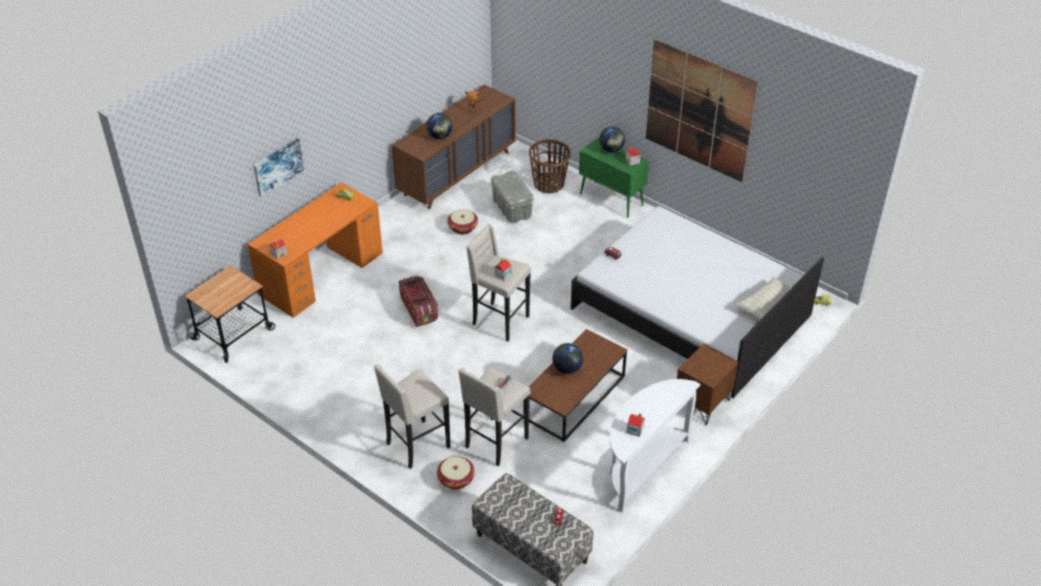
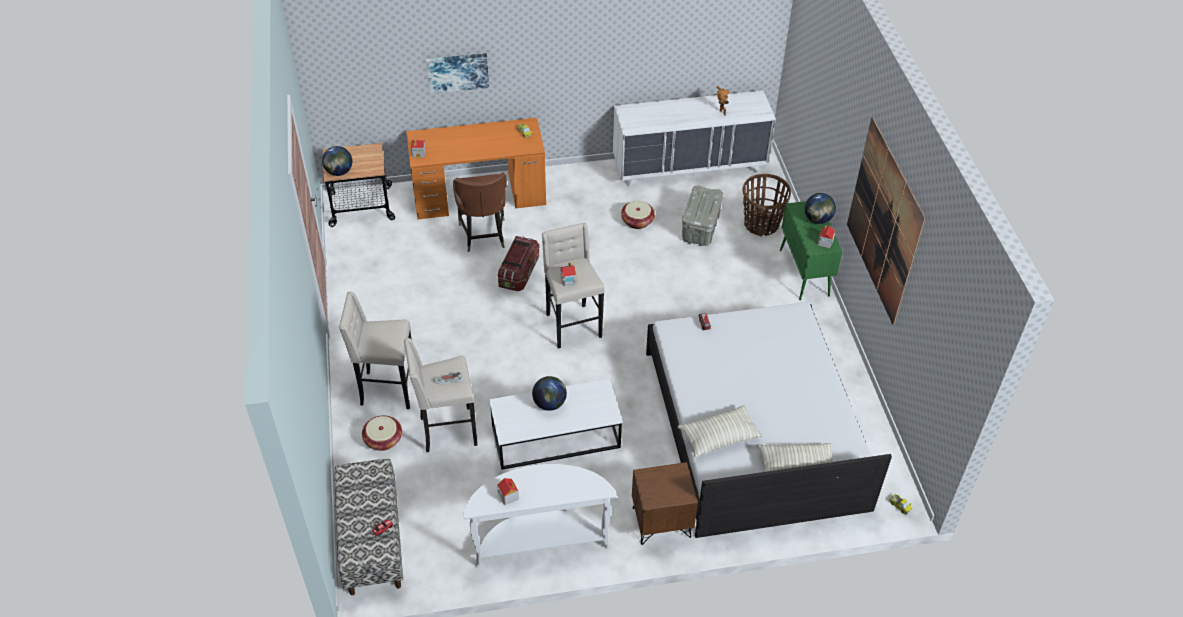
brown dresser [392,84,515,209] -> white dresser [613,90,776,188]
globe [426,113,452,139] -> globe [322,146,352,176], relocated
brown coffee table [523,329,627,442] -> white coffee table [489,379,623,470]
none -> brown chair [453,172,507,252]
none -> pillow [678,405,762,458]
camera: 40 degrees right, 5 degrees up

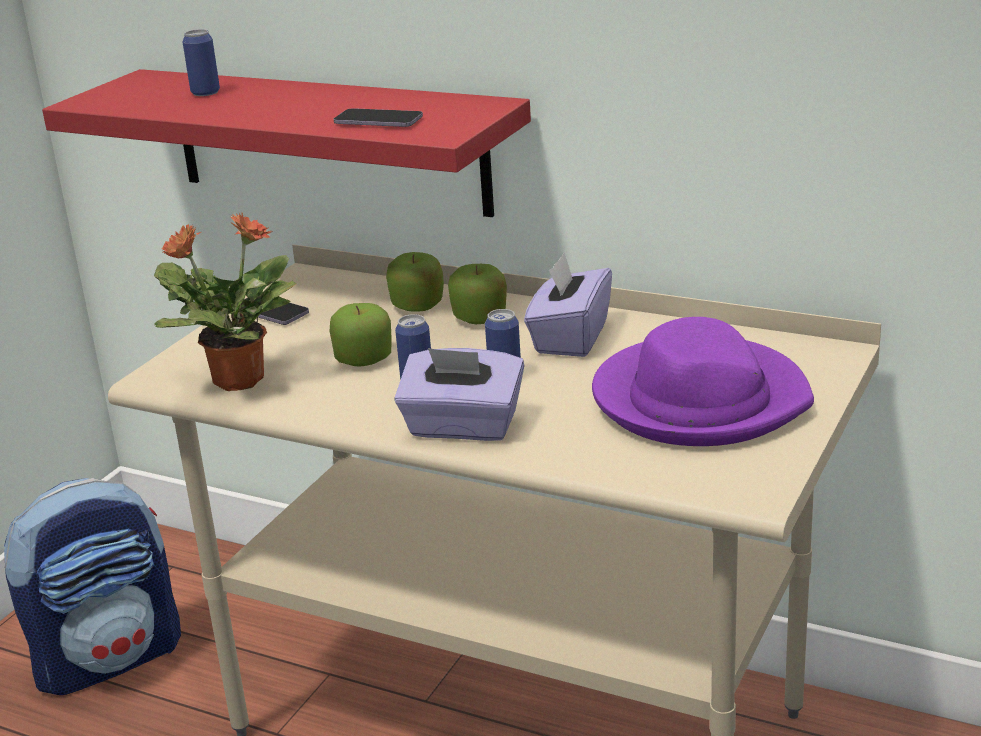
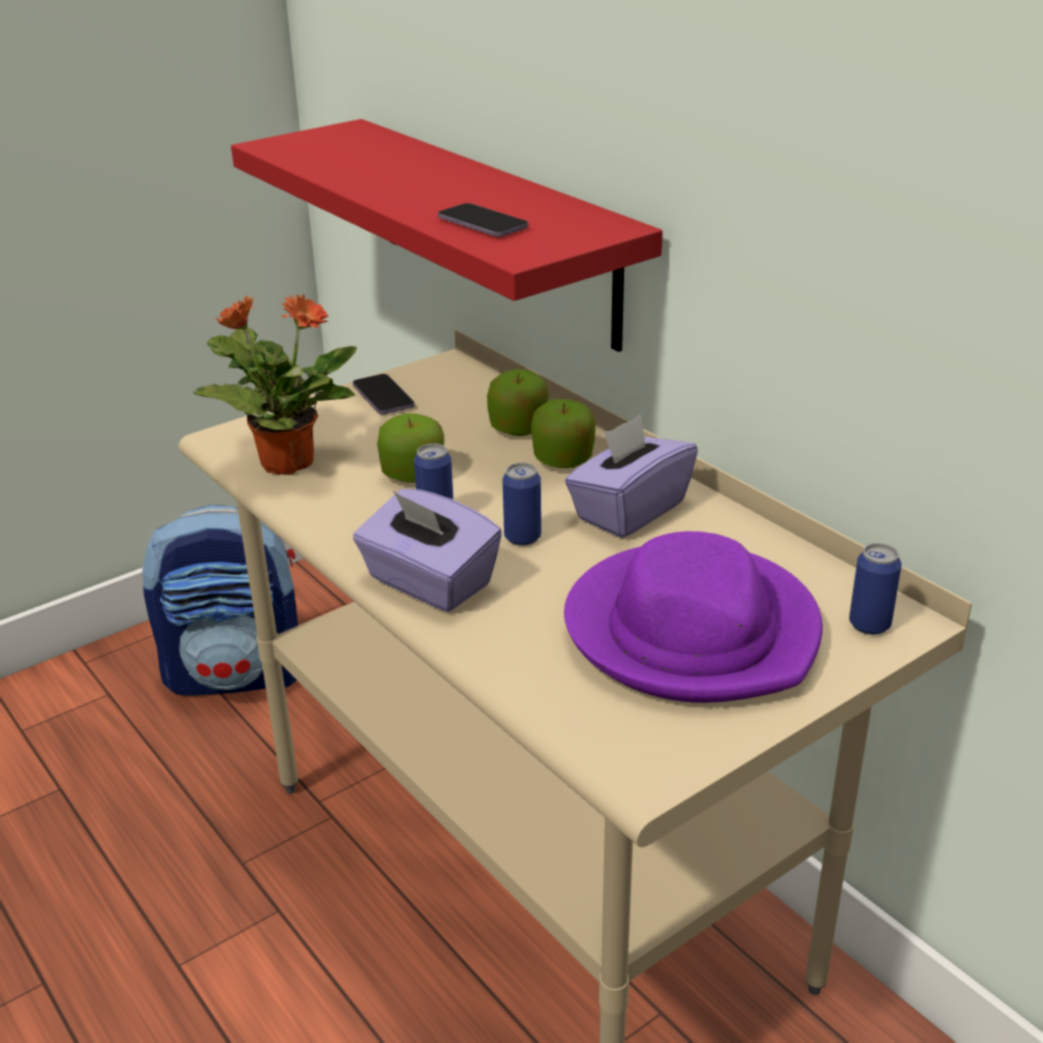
can [182,29,220,96] -> can [849,543,902,635], relocated
camera: 25 degrees right, 5 degrees up

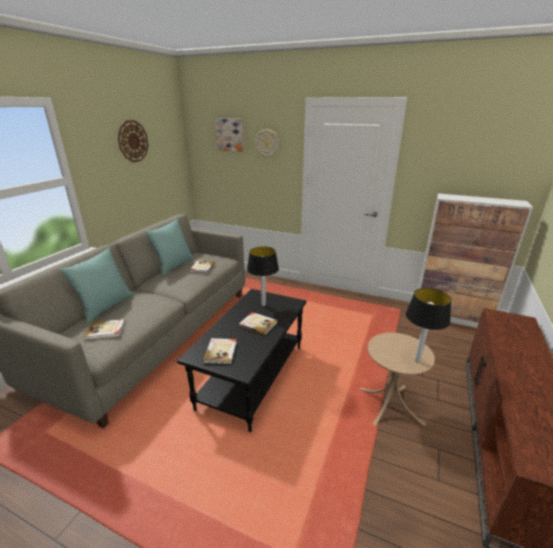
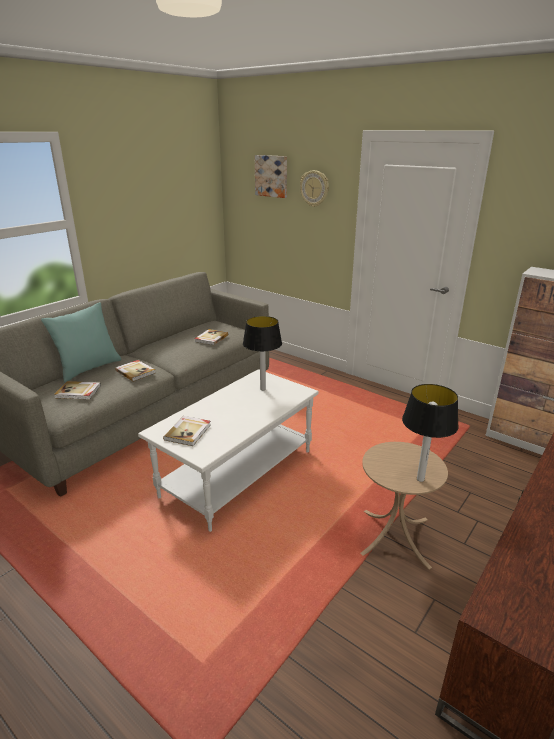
wall clock [118,120,149,162] -> none
turquoise pillow [145,219,194,276] -> none
black coffee table [177,289,306,432] -> white coffee table [138,369,319,532]
book [239,312,277,335] -> book [115,360,155,382], relocated
camera: 15 degrees right, 0 degrees up

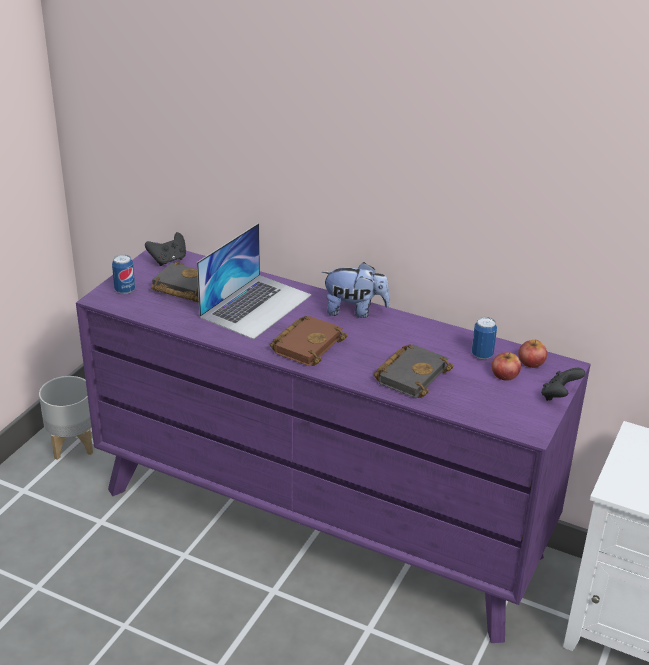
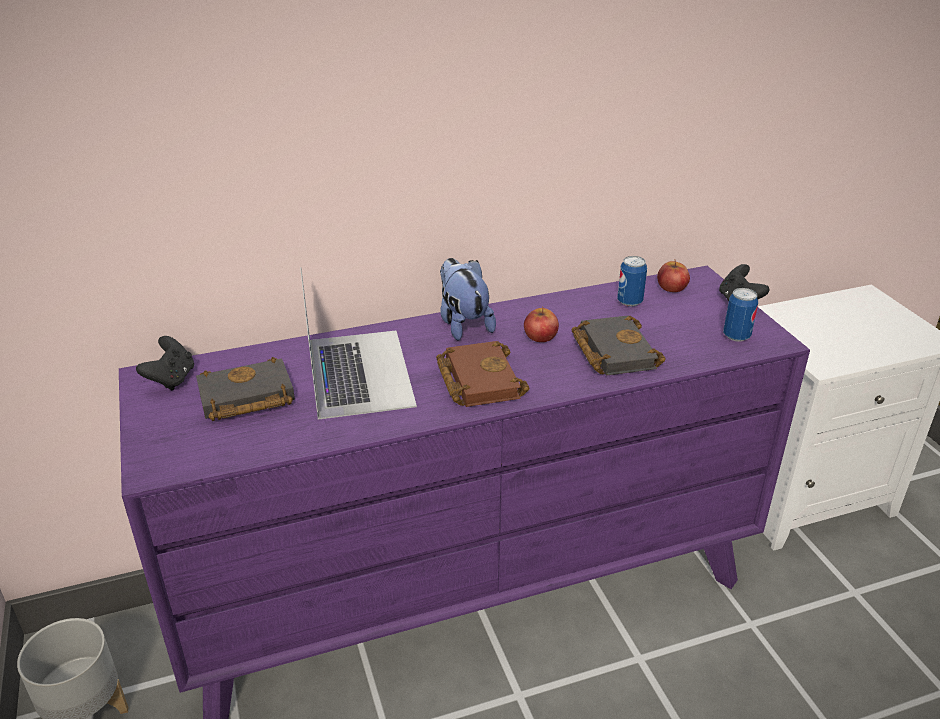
can [112,254,135,294] -> can [723,288,758,342], relocated
plush toy [322,262,390,318] -> plush toy [440,258,496,341], 75 degrees counterclockwise
apple [492,352,521,381] -> apple [524,306,559,342], relocated
camera: 45 degrees left, 0 degrees up

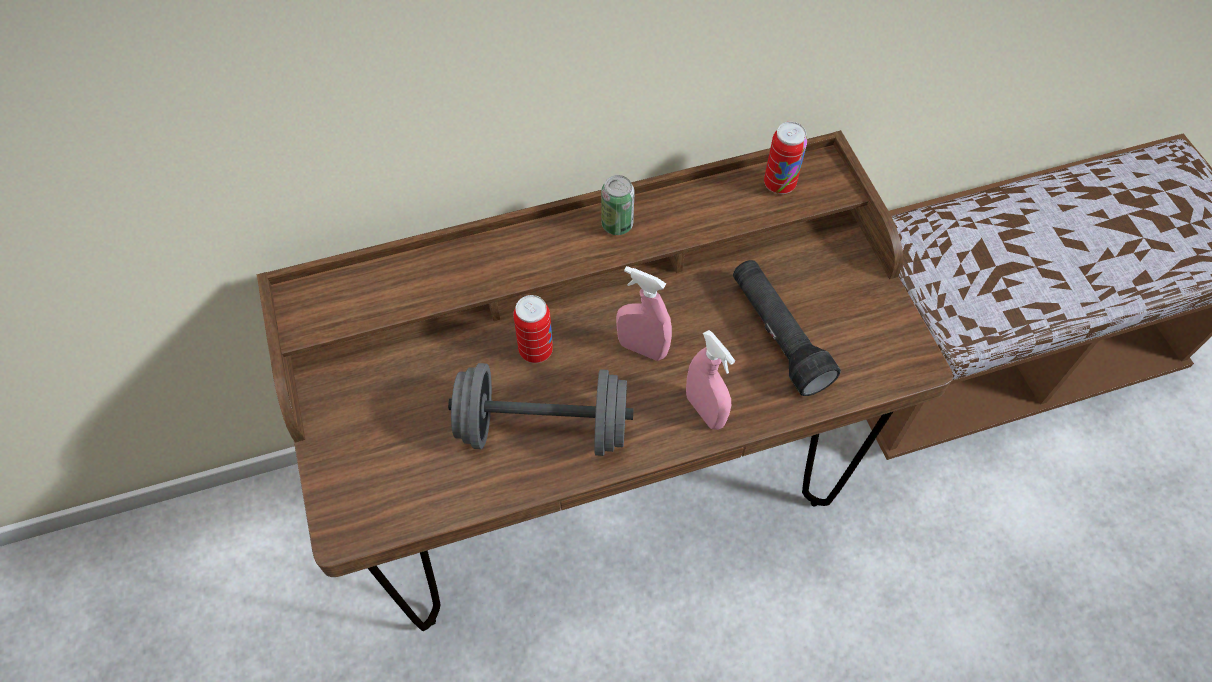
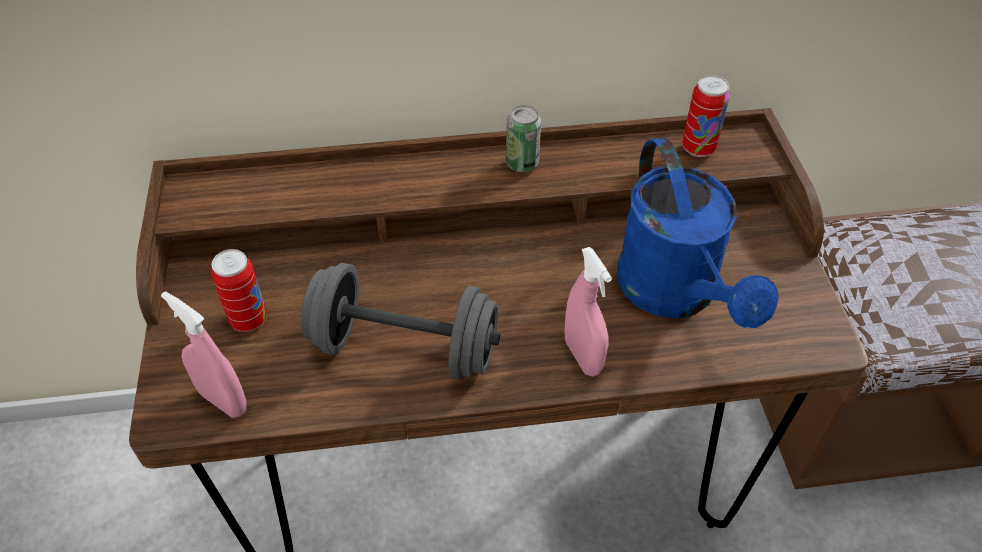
can [513,295,553,363] -> can [211,249,267,332], relocated
pink spray bottle [616,266,672,361] -> pink spray bottle [161,292,247,418], relocated
black flashlight [733,260,841,396] -> blue watering can [617,137,779,328]
camera: 10 degrees right, 10 degrees down

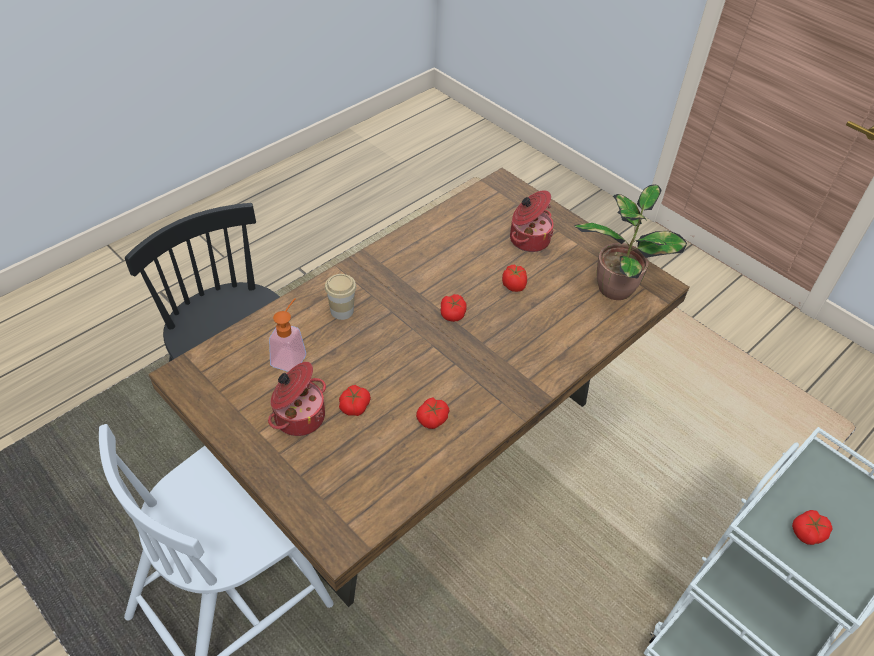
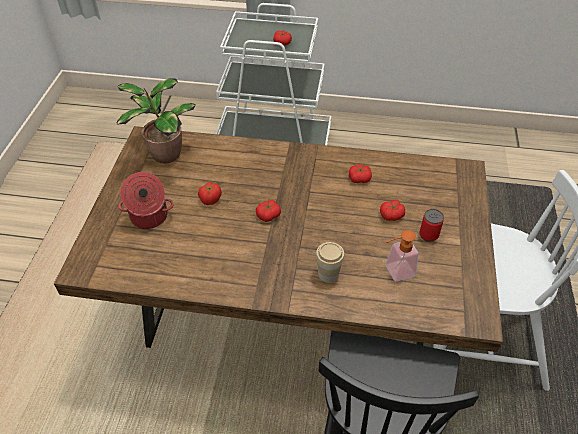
cooking pot [268,362,326,436] -> can [419,209,444,242]
camera: 125 degrees left, 0 degrees up

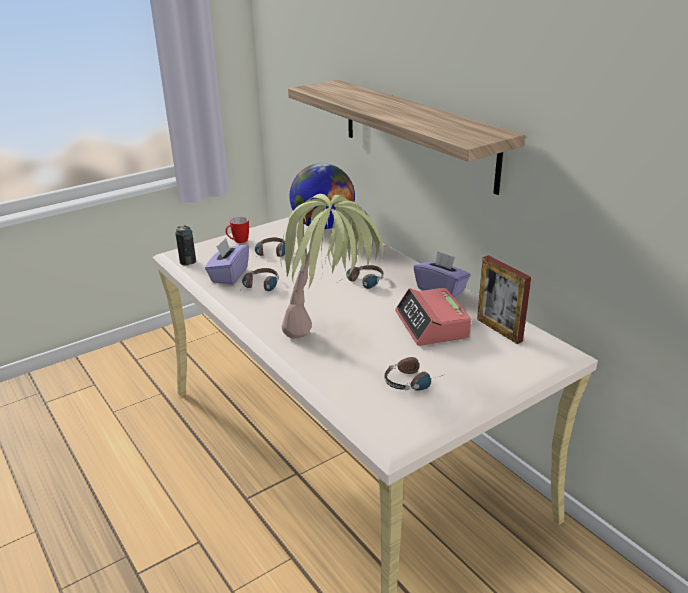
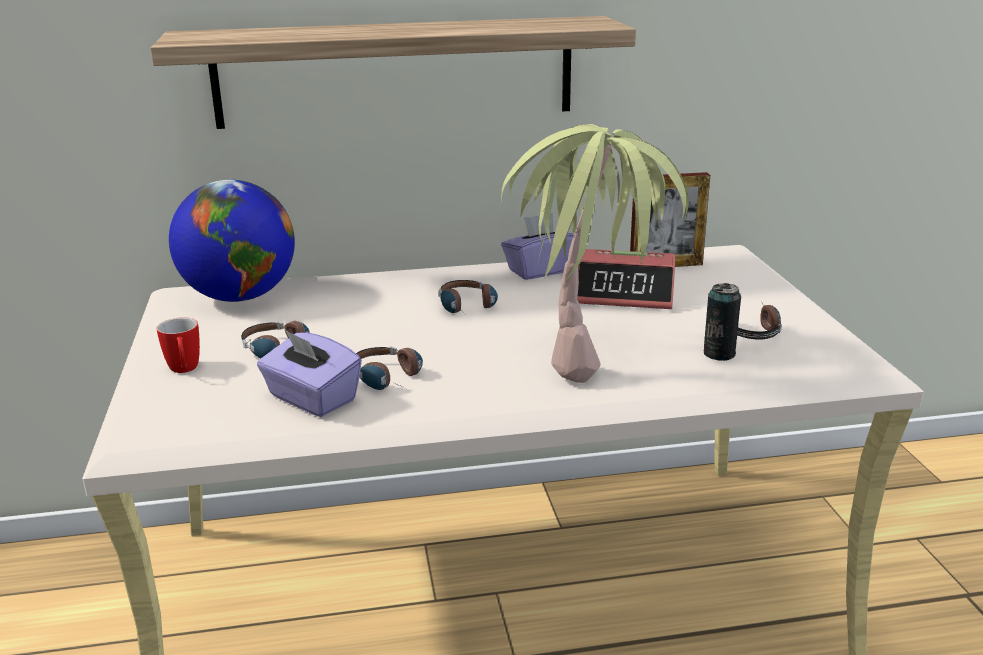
can [175,226,196,265] -> can [704,283,741,361], relocated
camera: 65 degrees left, 5 degrees down

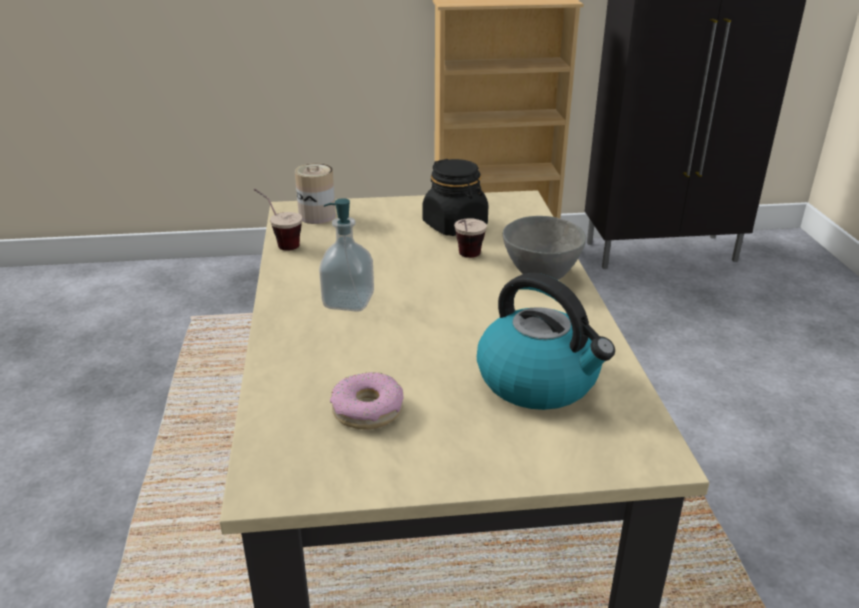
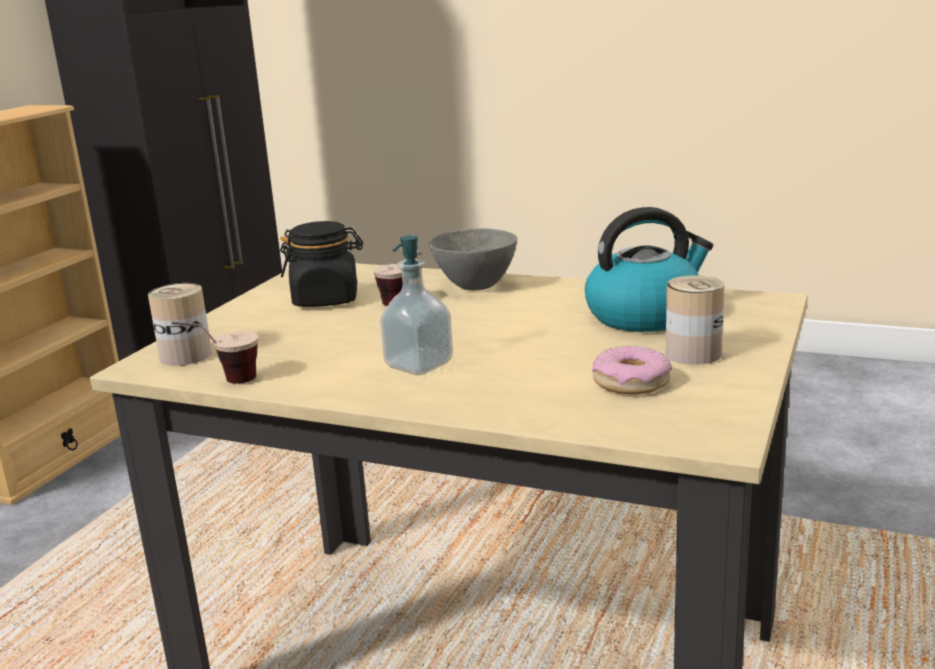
none -> can [666,275,725,365]
camera: 60 degrees left, 10 degrees down

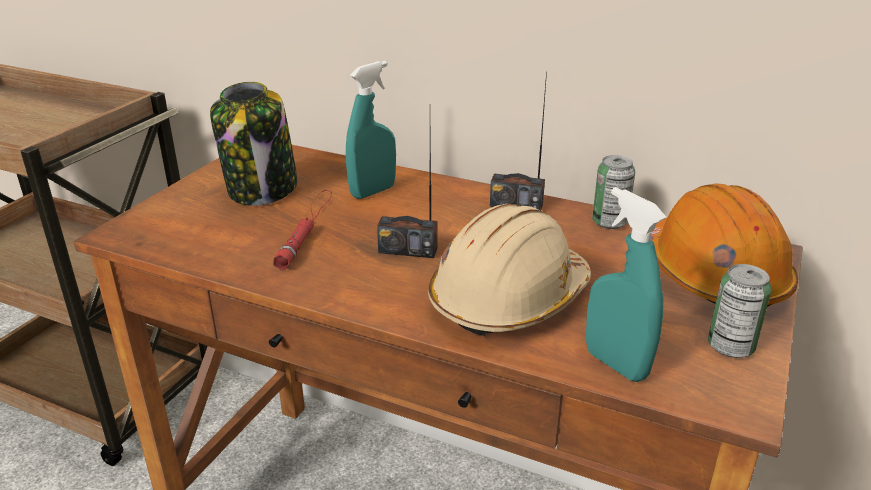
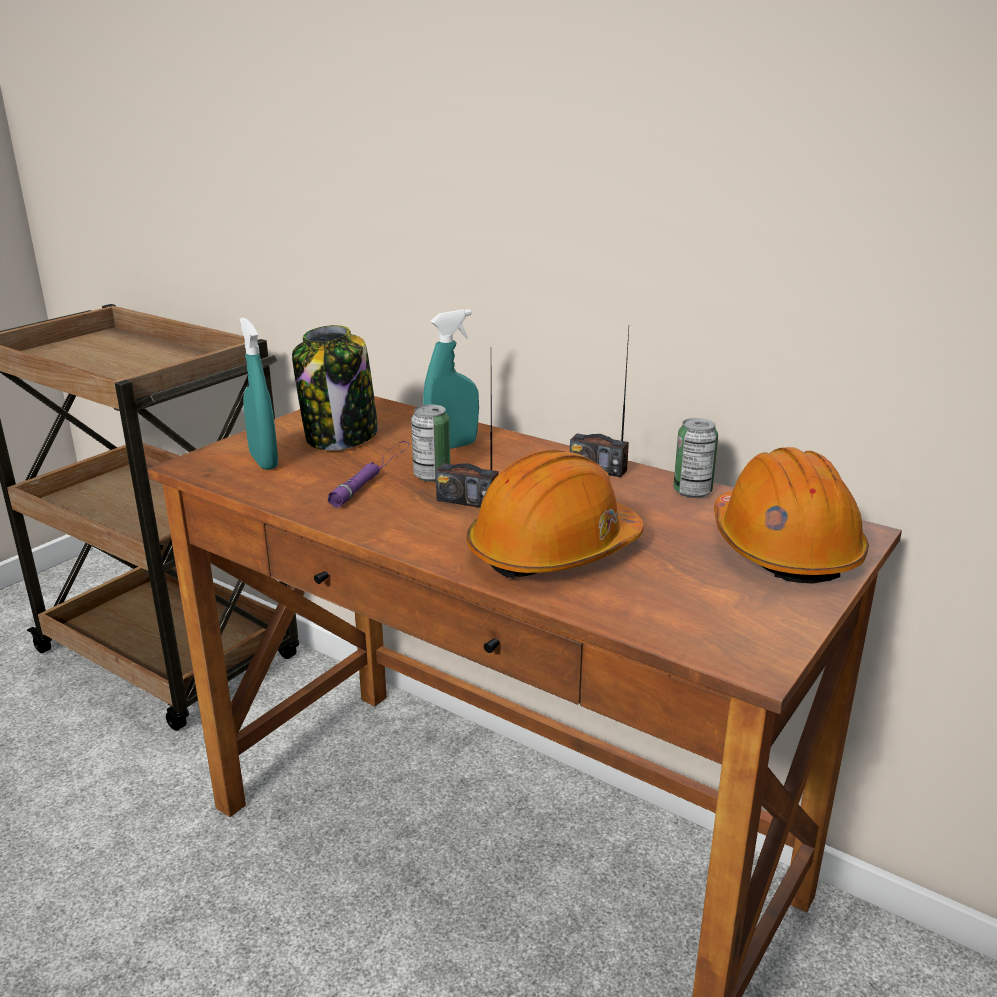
red flashlight [273,190,332,270] -> purple flashlight [328,441,409,508]
beige hard hat [428,204,591,336] -> orange hard hat [467,450,644,579]
turquoise spray bottle [586,187,666,382] -> turquoise spray bottle [239,317,278,470], relocated
can [708,264,772,358] -> can [411,404,450,482], relocated
camera: 10 degrees right, 5 degrees down

